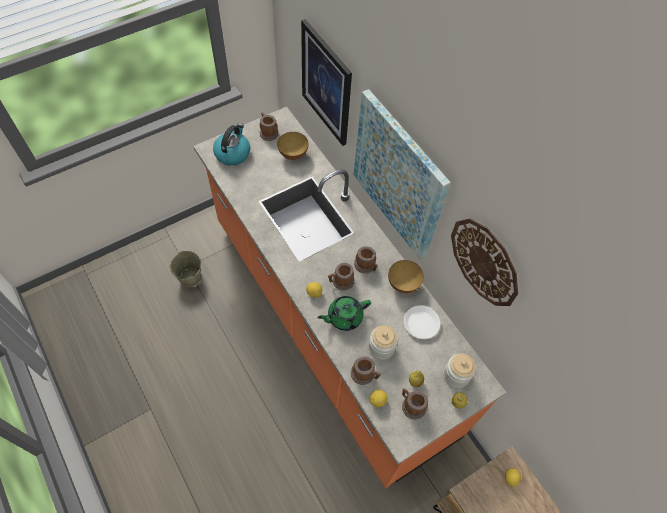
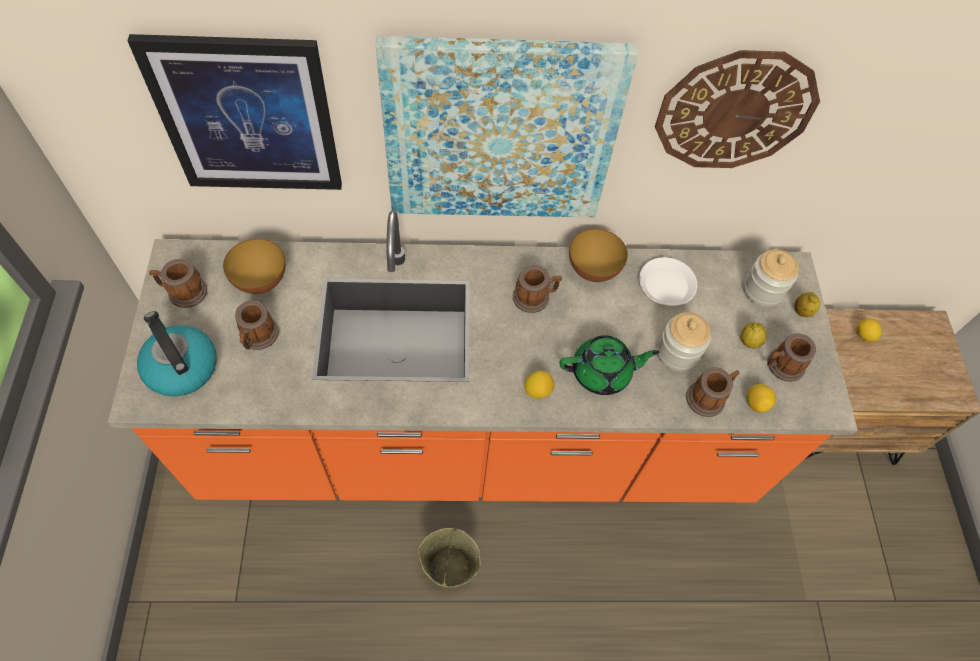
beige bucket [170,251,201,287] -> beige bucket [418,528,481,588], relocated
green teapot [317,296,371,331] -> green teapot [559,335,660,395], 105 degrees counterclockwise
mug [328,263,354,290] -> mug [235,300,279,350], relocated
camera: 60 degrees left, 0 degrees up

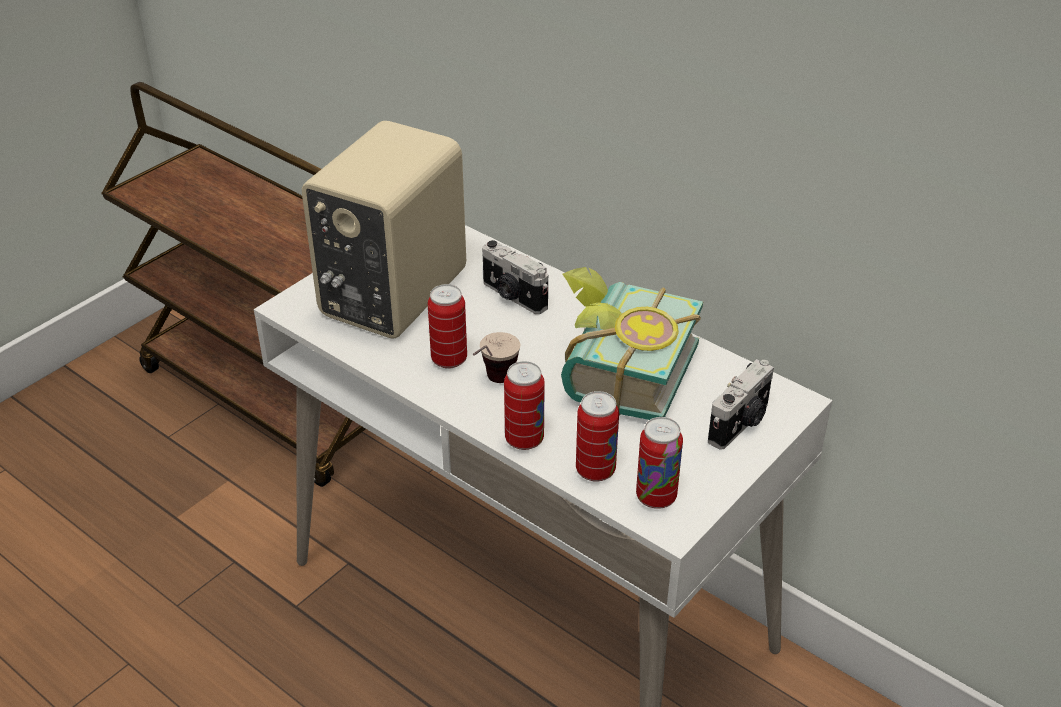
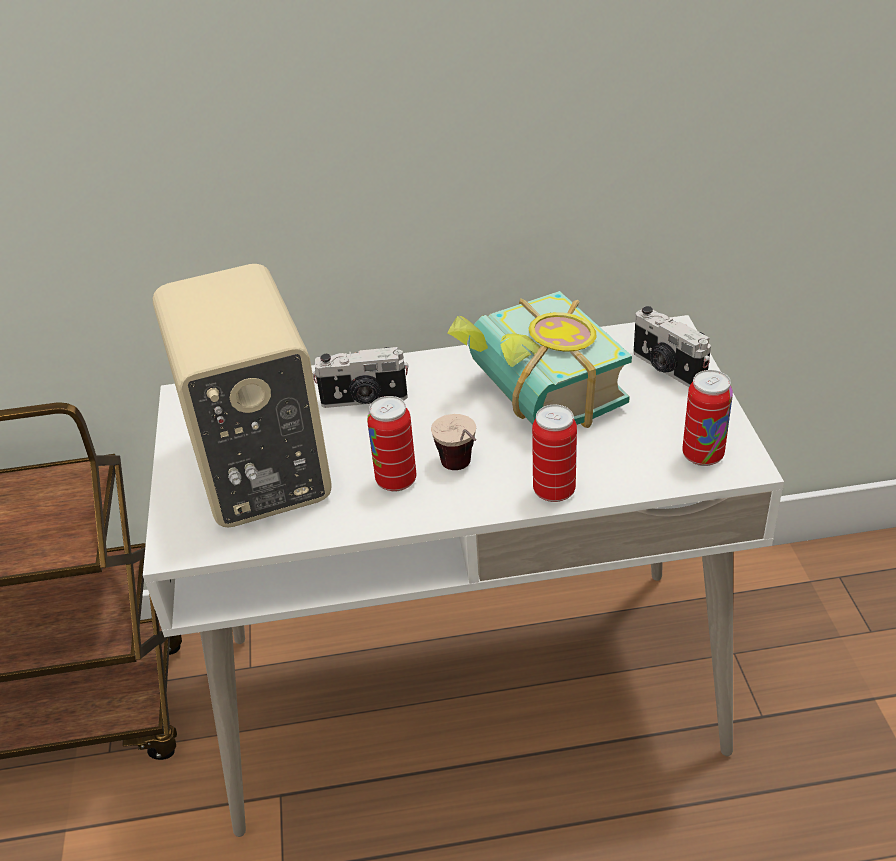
can [576,391,619,482] -> none
photo camera [708,359,774,450] -> photo camera [633,306,711,387], 150 degrees clockwise
camera: 45 degrees left, 0 degrees up

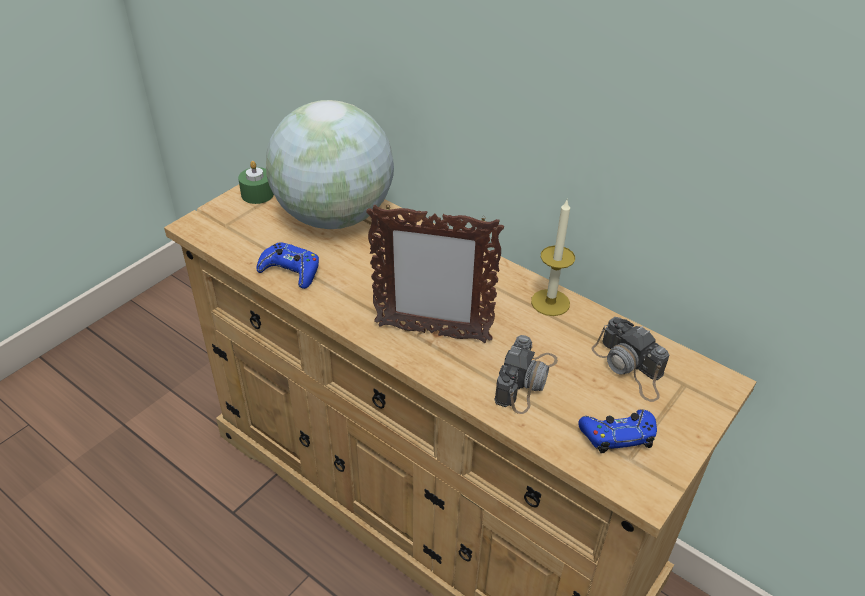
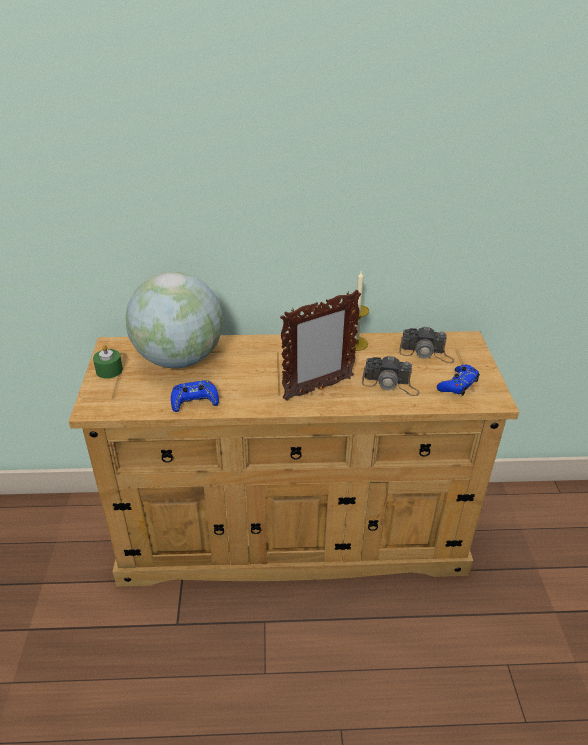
photo camera [494,335,558,414] -> photo camera [362,356,420,396], 120 degrees clockwise
camera: 40 degrees left, 5 degrees down

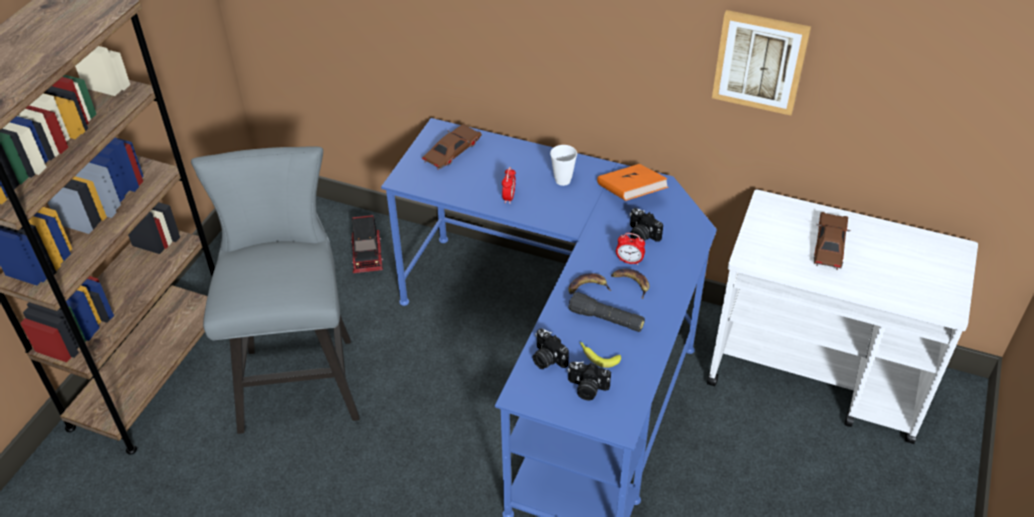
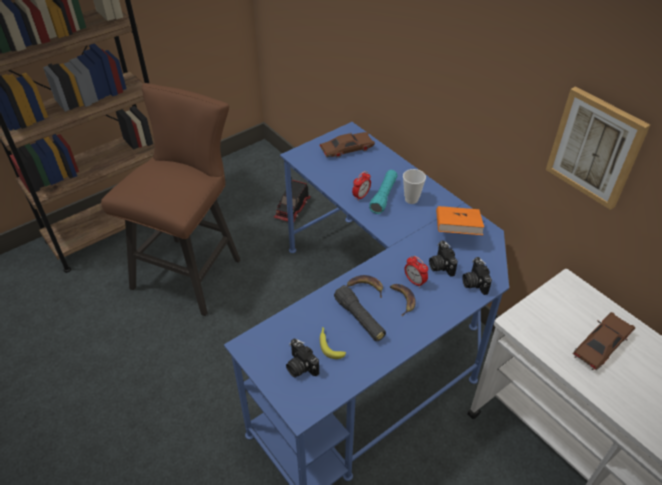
grey stool [191,146,360,434] -> brown stool [101,83,240,316]
photo camera [533,328,569,369] -> photo camera [462,257,492,295], relocated
none -> turquoise flashlight [369,170,397,214]
camera: 30 degrees right, 0 degrees up

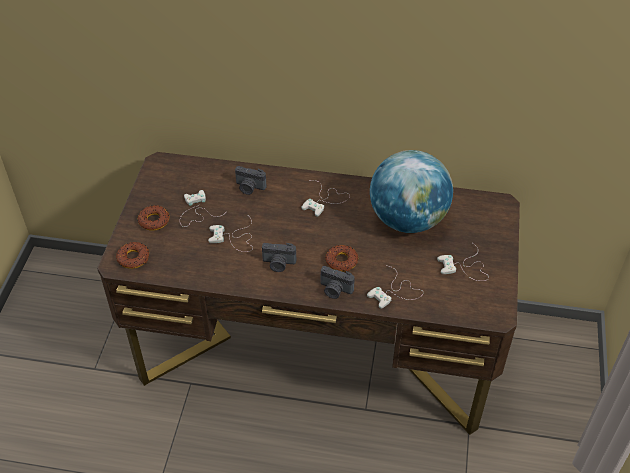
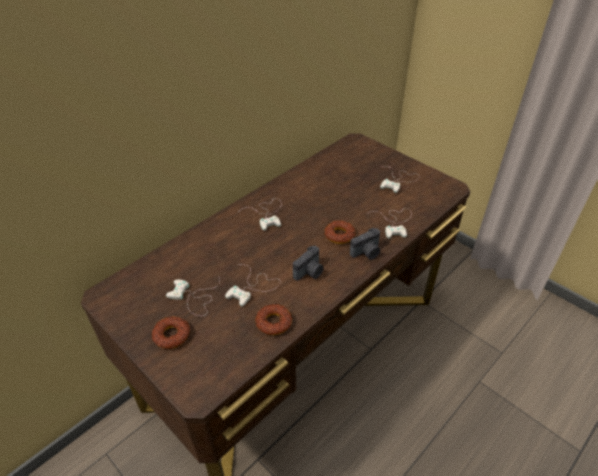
donut [116,242,149,269] -> donut [255,304,292,335], relocated
photo camera [235,166,266,195] -> none
globe [370,150,453,233] -> none
camera: 55 degrees left, 5 degrees down

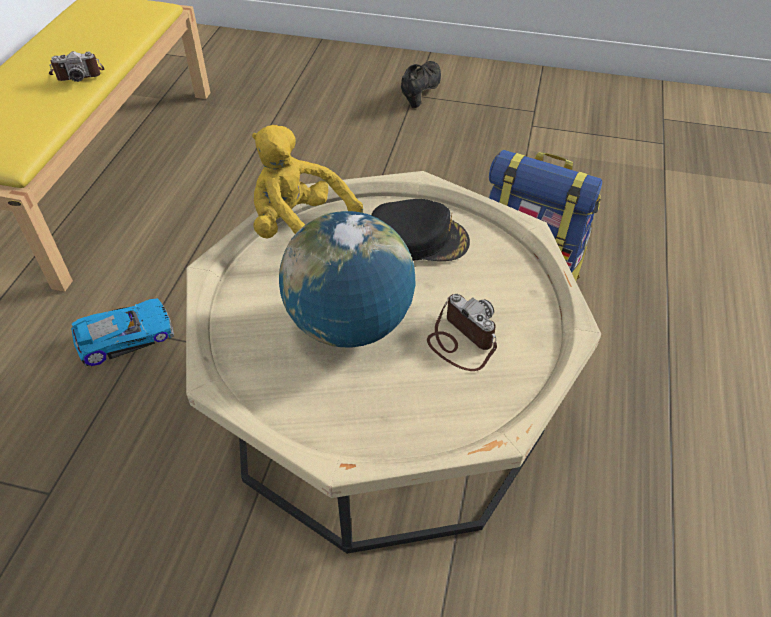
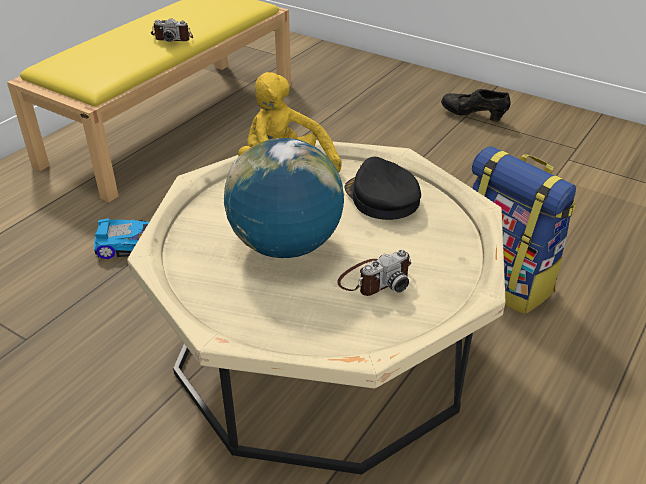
black cap [371,199,470,261] -> black cap [345,157,421,220], 150 degrees counterclockwise
black shoe [401,61,441,108] -> black shoe [441,89,510,122], 105 degrees counterclockwise
photo camera [427,294,497,371] -> photo camera [337,249,411,296], 75 degrees clockwise
camera: 20 degrees right, 10 degrees down

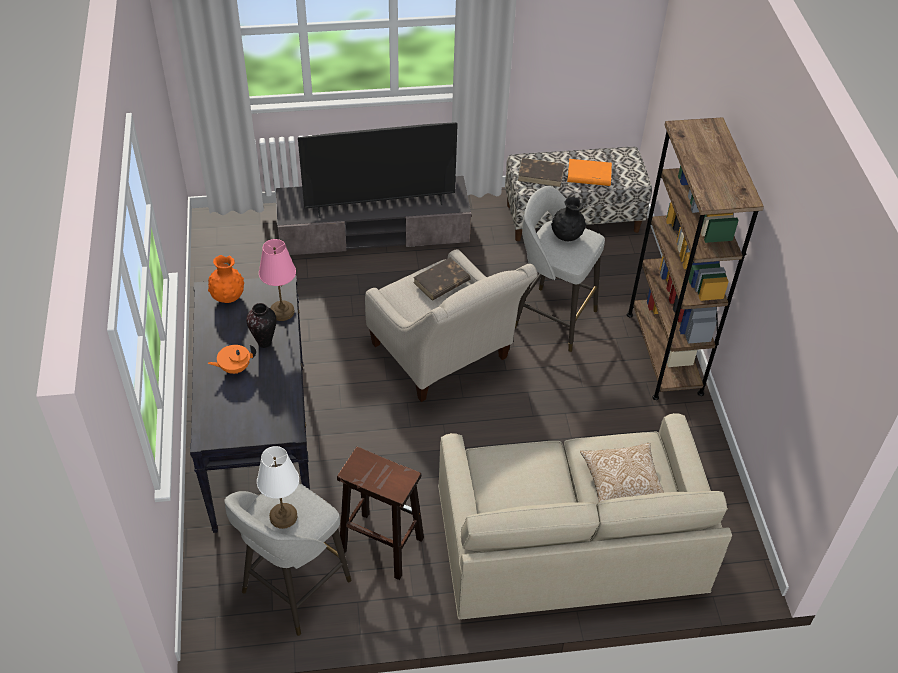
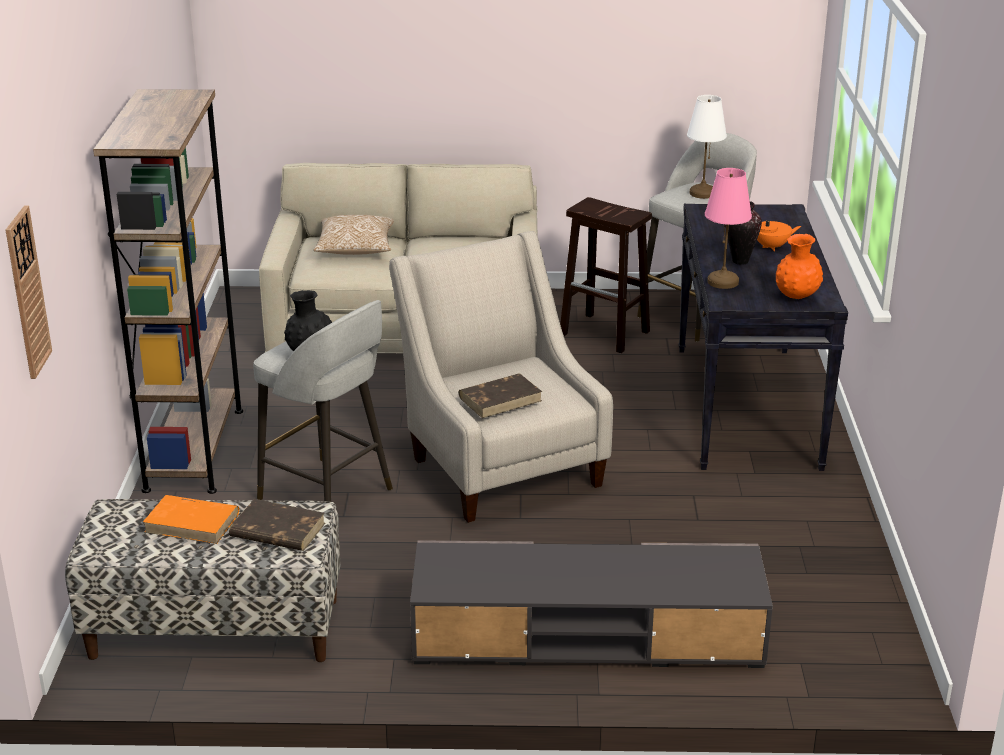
television [298,122,458,218] -> none
none -> wall clock [6,206,52,379]
camera: 170 degrees left, 20 degrees down

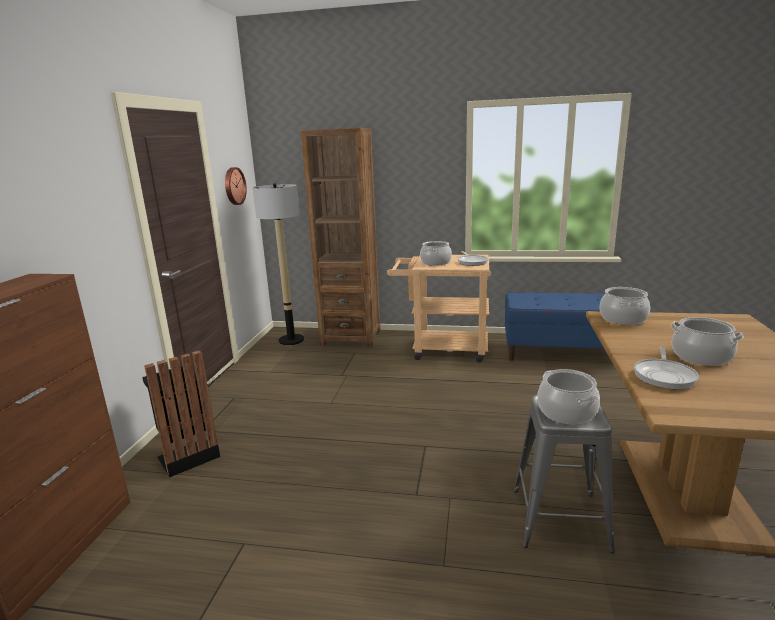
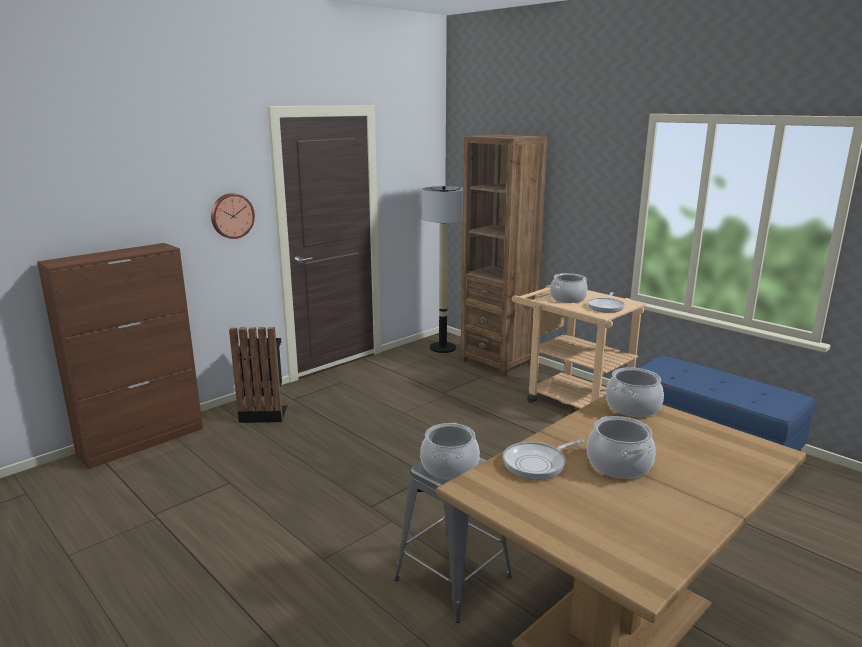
wall clock [225,167,247,205] -> wall clock [211,193,255,239], relocated
camera: 35 degrees right, 0 degrees up

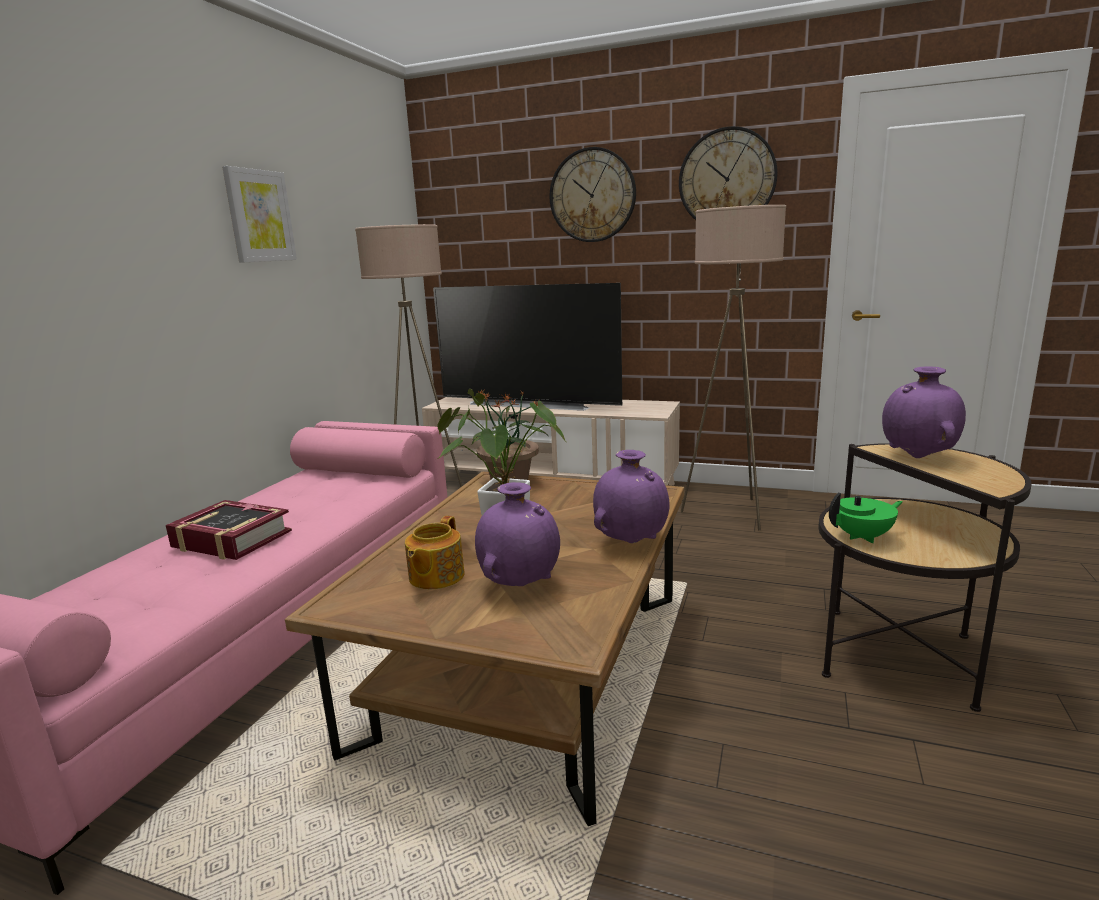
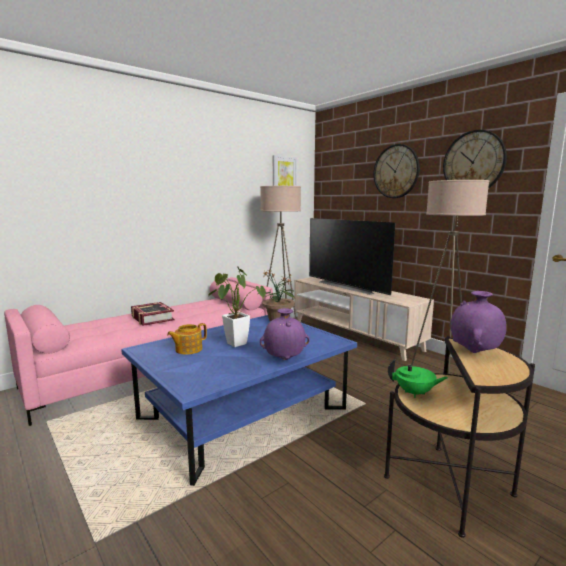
picture [222,166,297,263] -> picture [273,155,297,186], relocated
brown coffee table [285,472,684,826] -> blue coffee table [121,315,357,486]
purple vase [475,482,560,586] -> none
camera: 30 degrees right, 5 degrees down

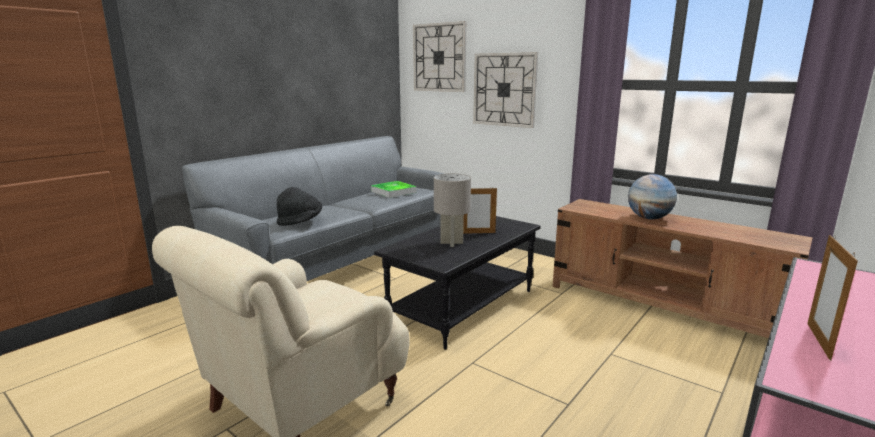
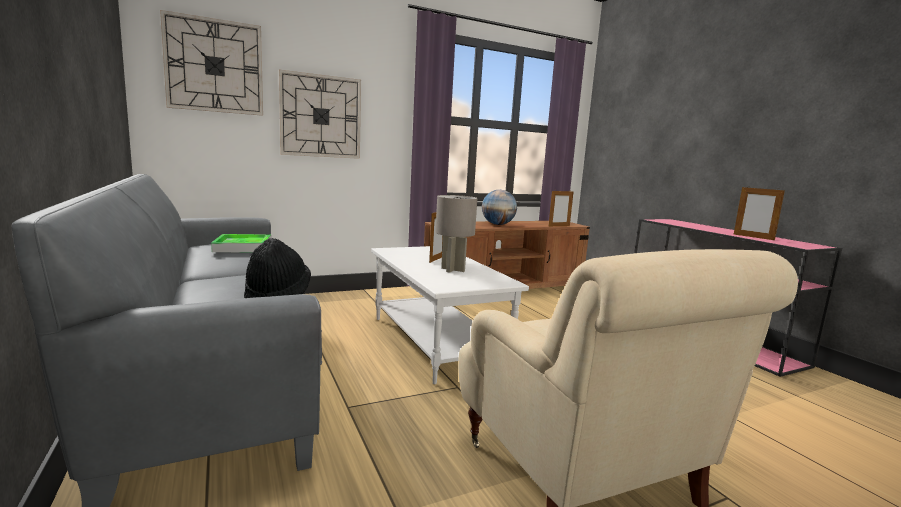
black coffee table [374,216,540,350] -> white coffee table [371,246,529,384]
none -> picture frame [548,191,574,227]
camera: 65 degrees left, 5 degrees down

